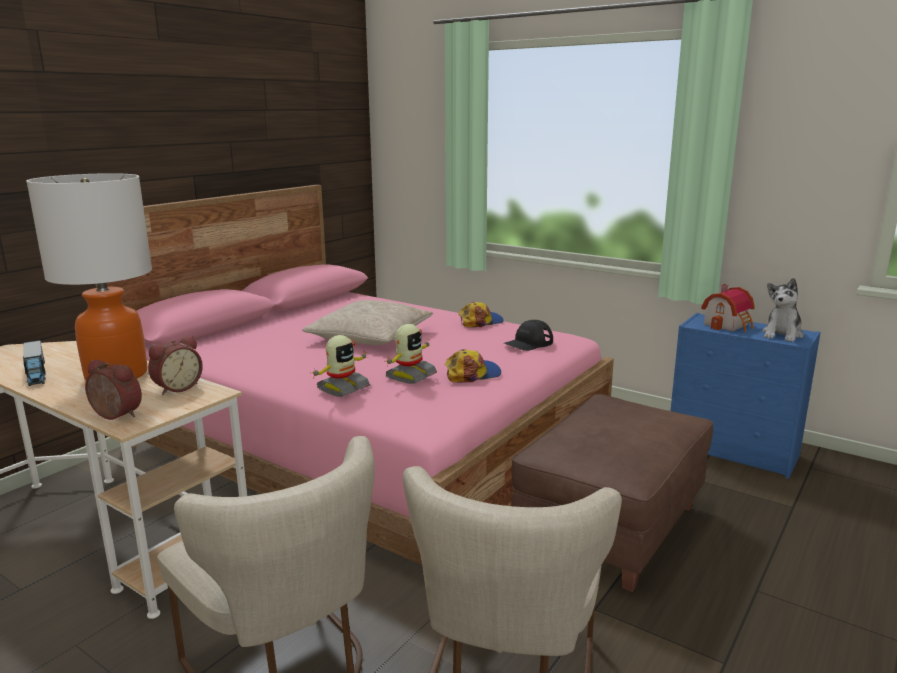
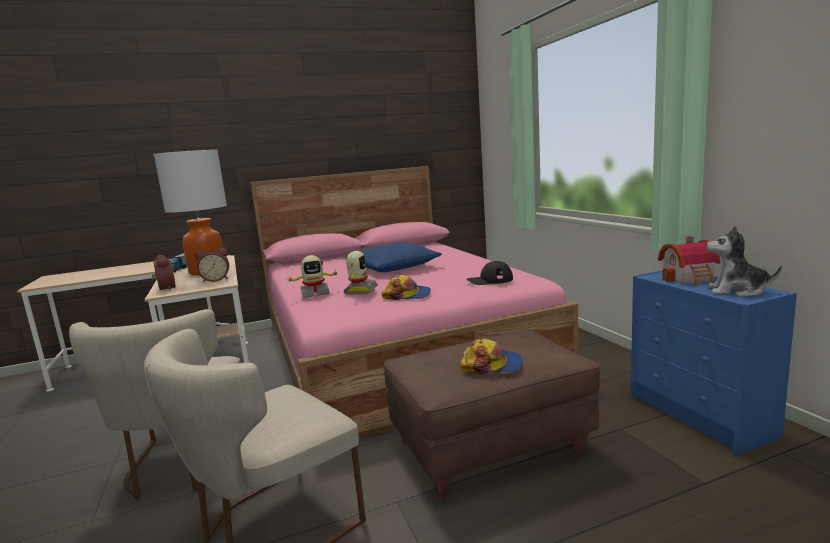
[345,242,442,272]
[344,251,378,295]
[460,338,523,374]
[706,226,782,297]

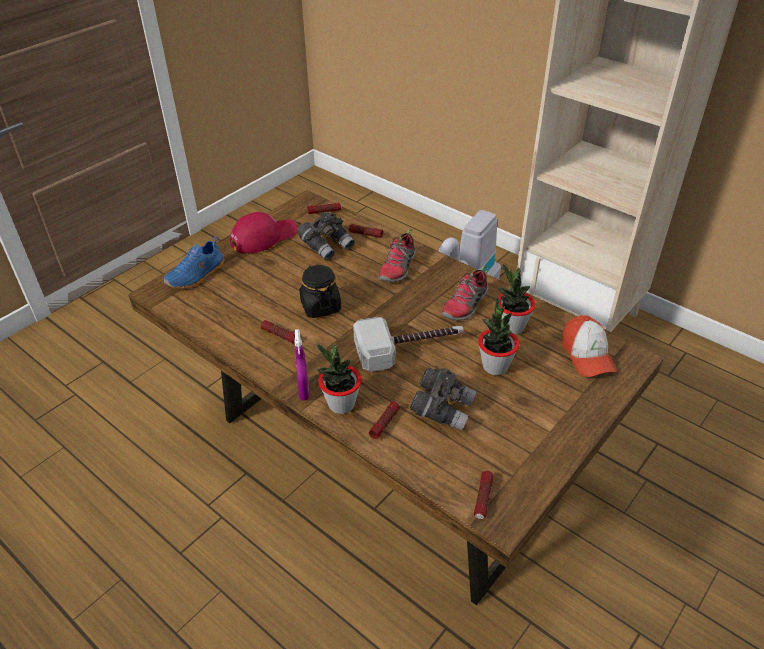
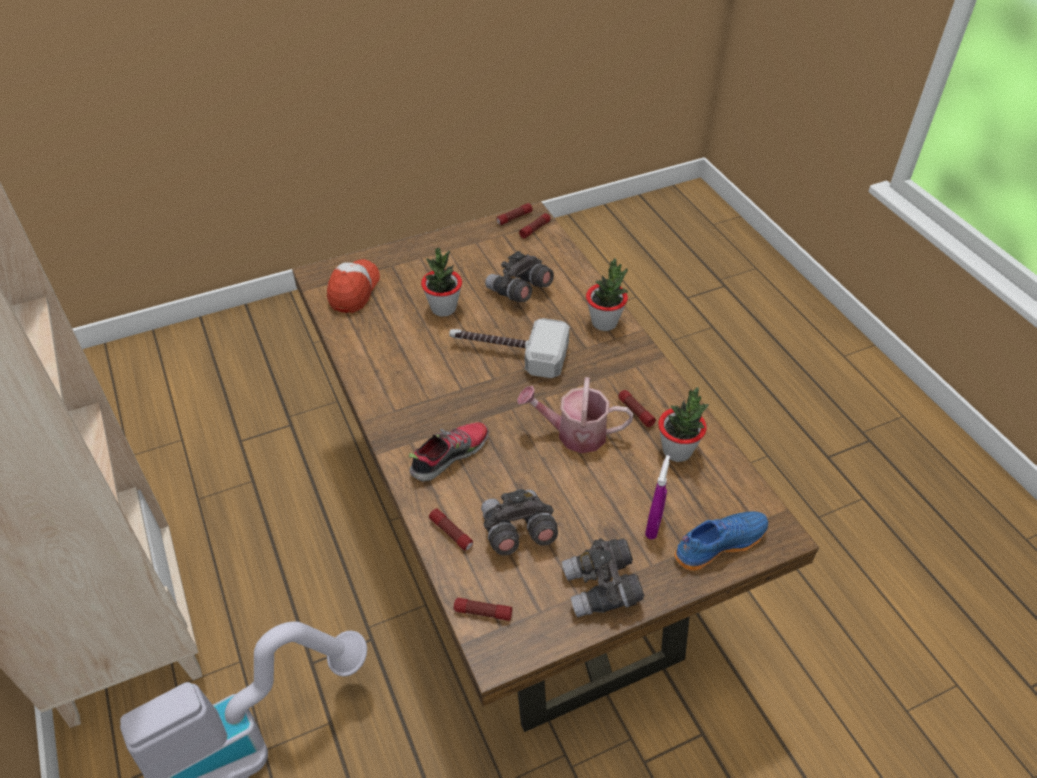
[562,538,645,618]
[645,455,670,539]
[517,377,633,453]
[497,203,533,225]
[441,266,488,321] (first image)
[658,387,709,462]

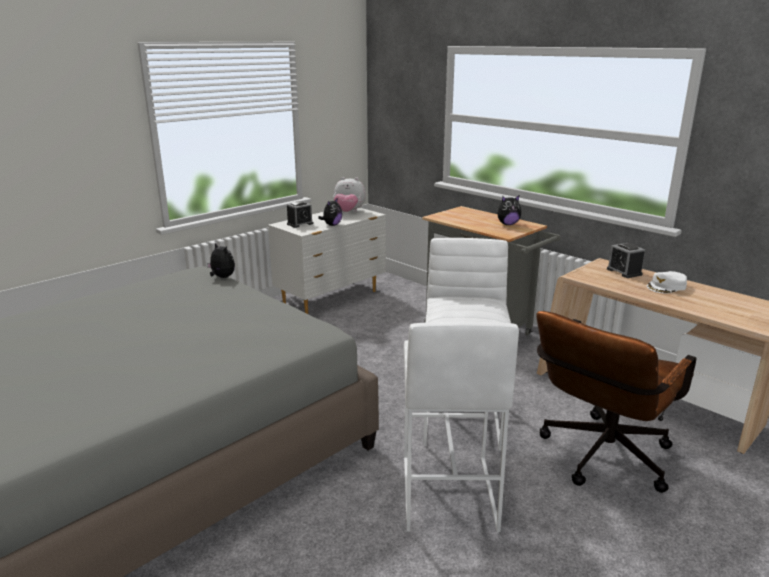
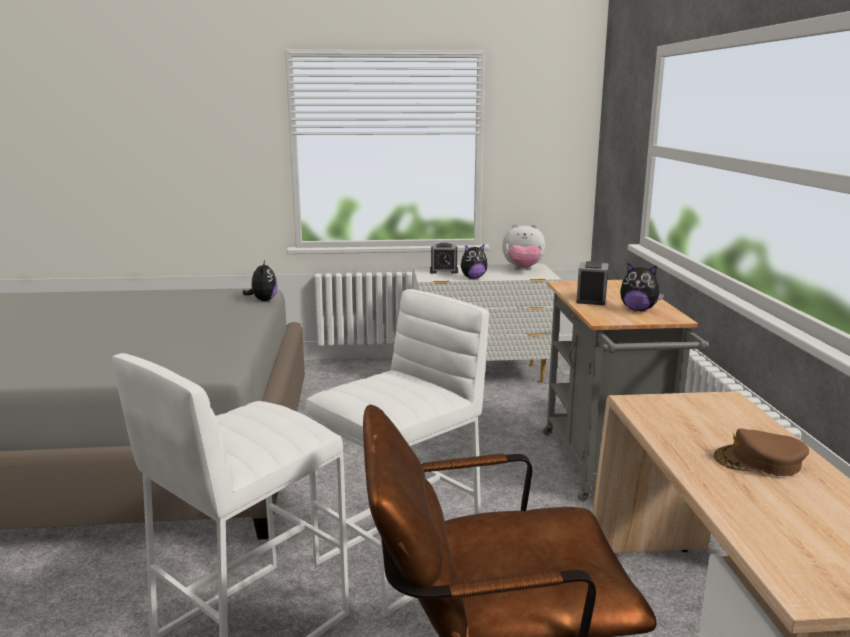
[502,224,545,269]
[576,261,609,305]
[714,428,809,476]

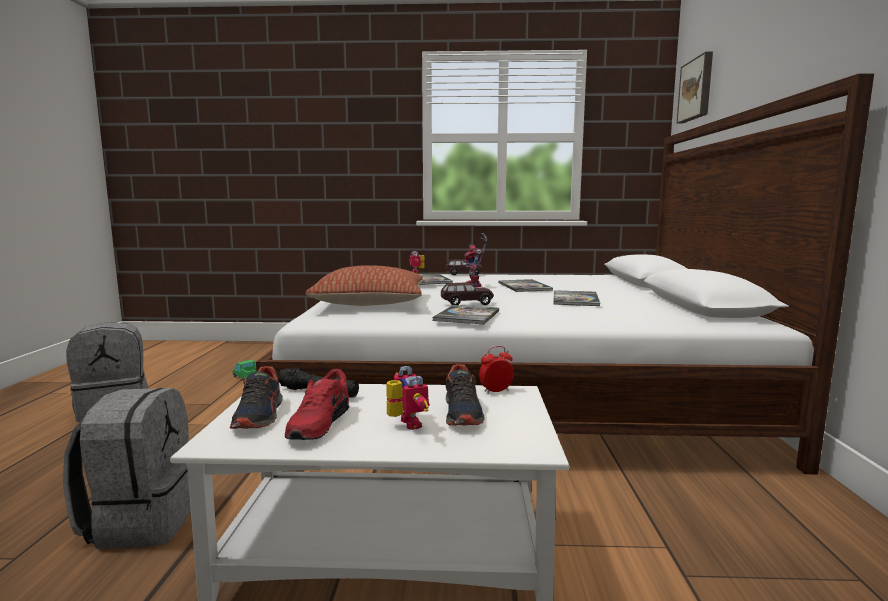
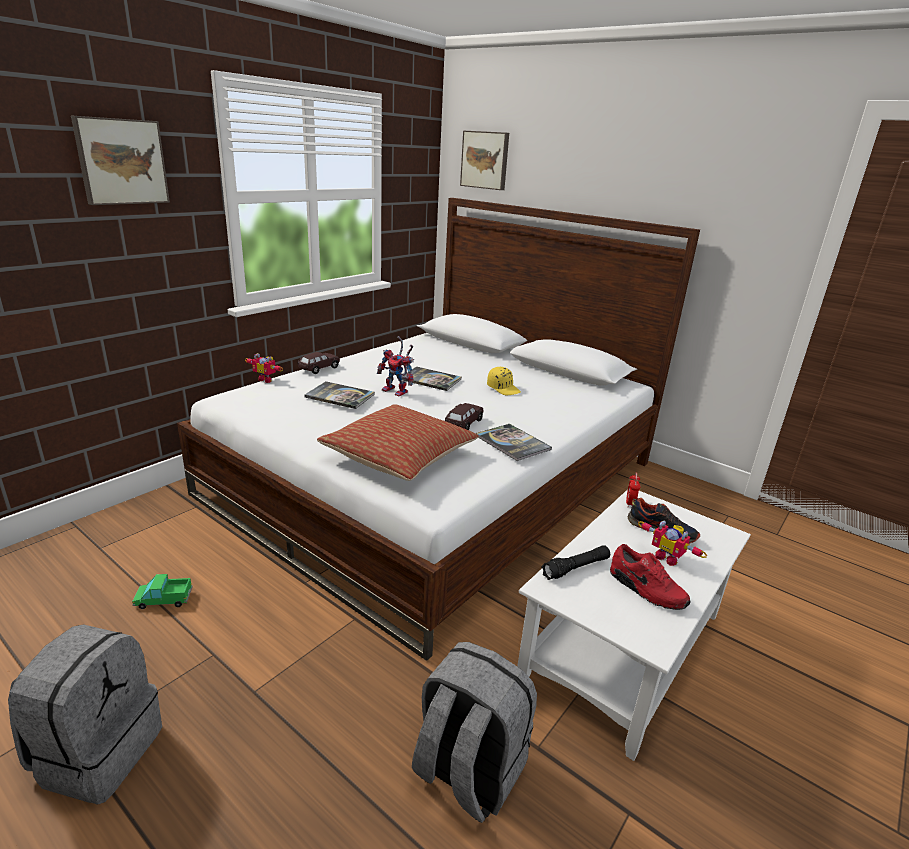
[230,366,283,429] (first image)
[638,521,707,566]
[487,367,521,395]
[71,116,170,205]

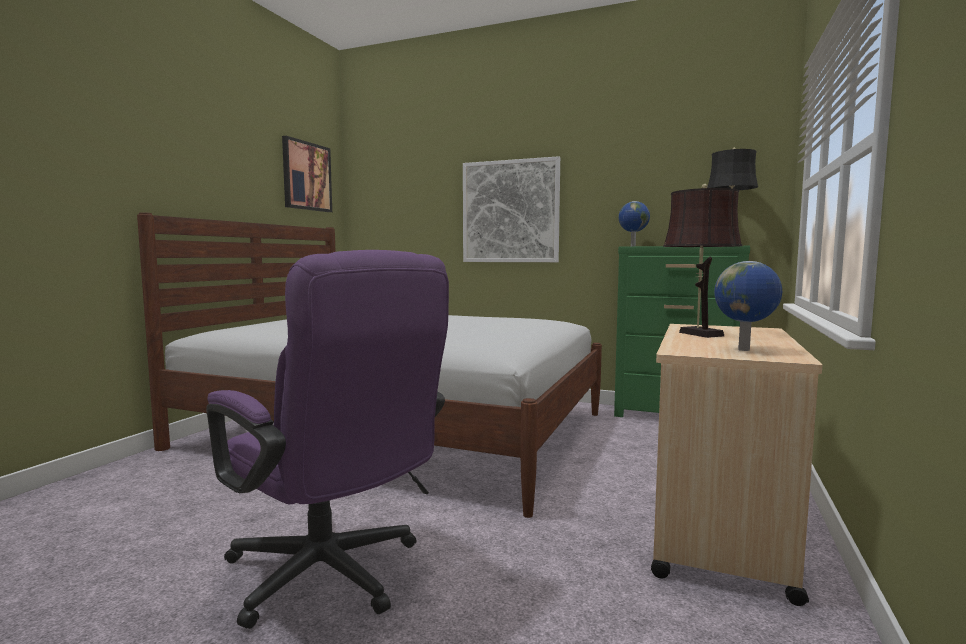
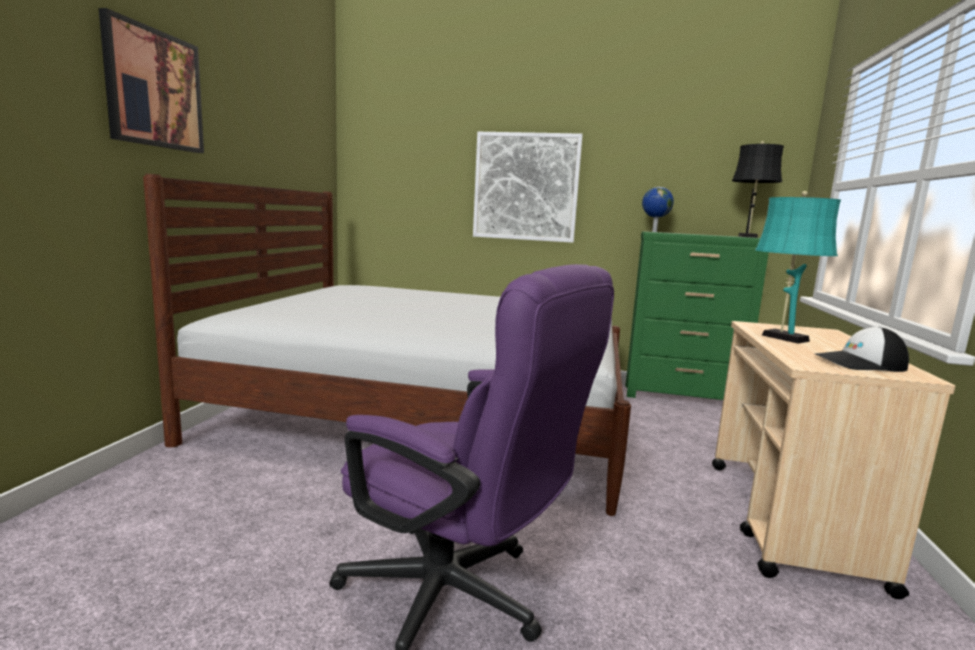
[99,8,204,153]
[755,191,841,343]
[815,327,909,372]

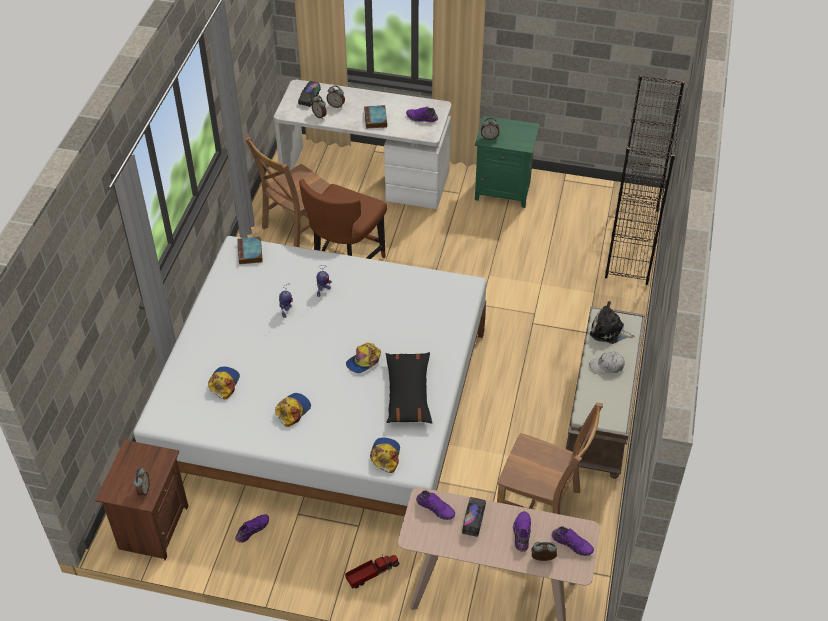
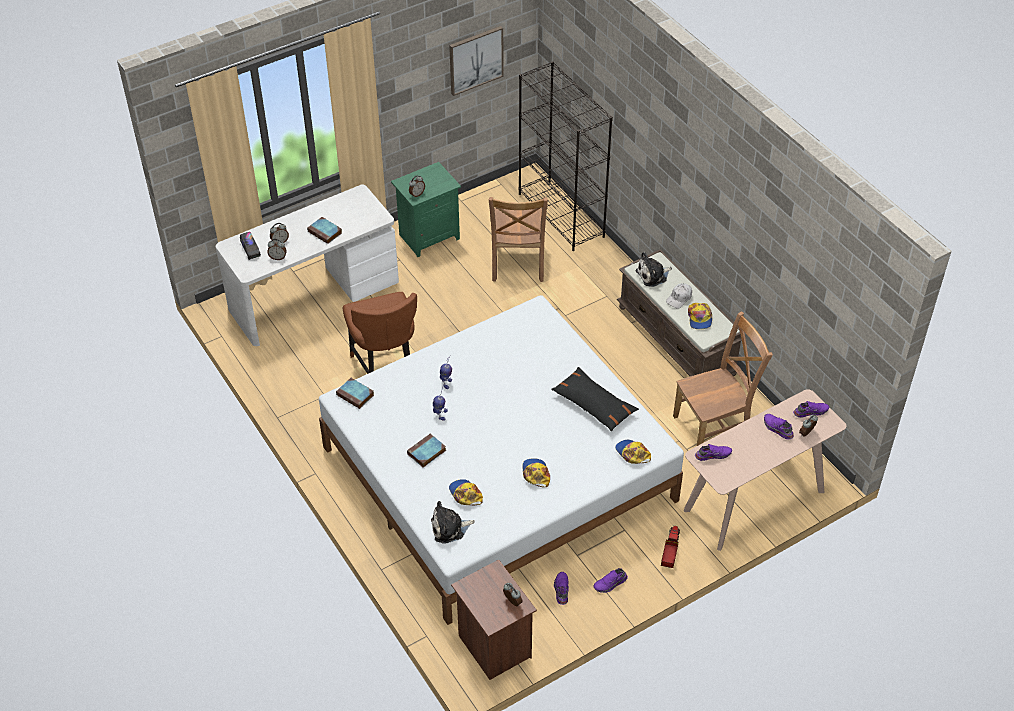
[489,197,548,282]
[688,303,712,329]
[593,568,628,593]
[462,497,486,537] (first image)
[407,434,446,468]
[431,501,475,544]
[449,26,504,96]

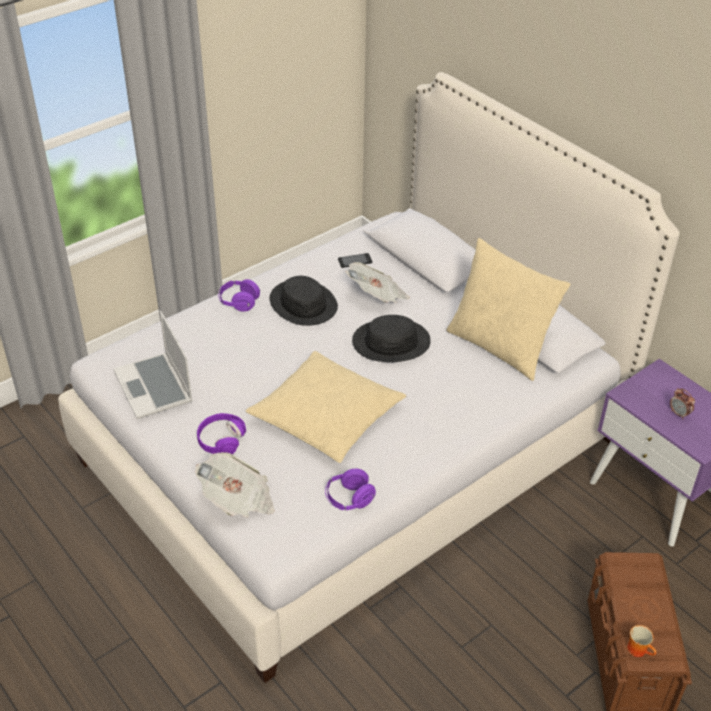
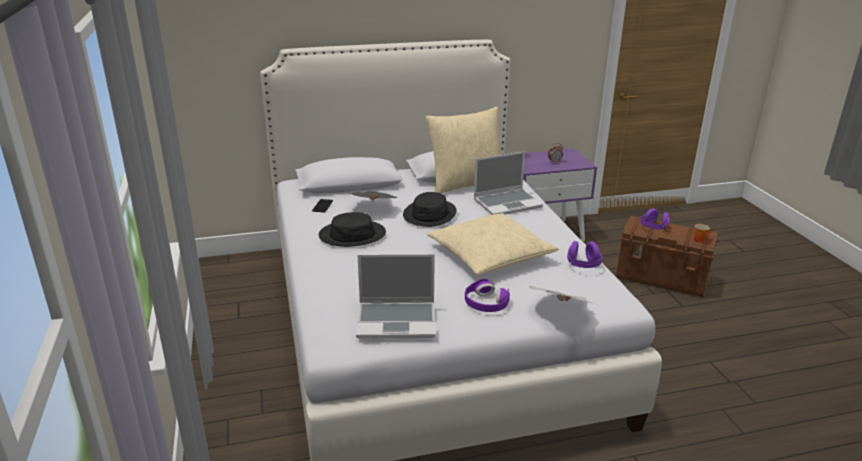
[640,208,670,230]
[474,151,543,215]

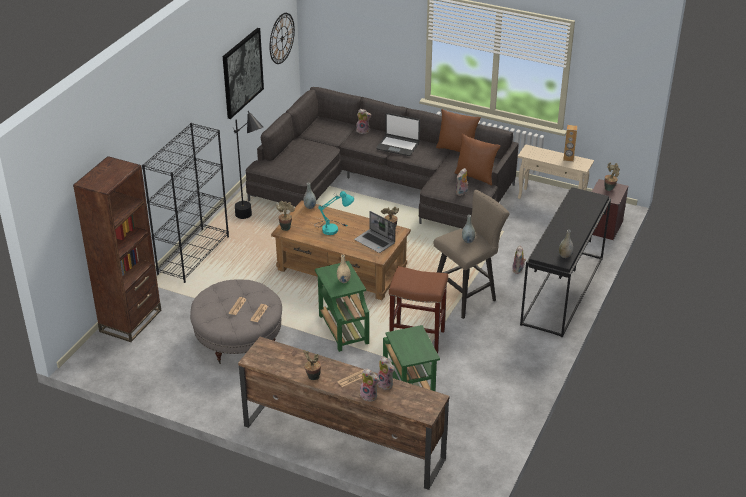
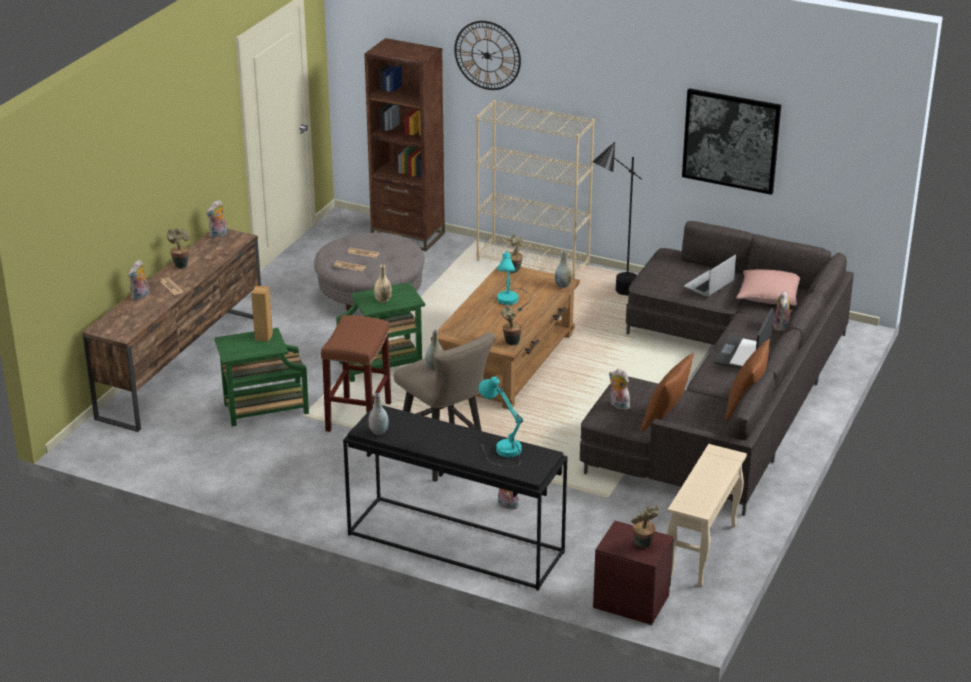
[476,100,595,279]
[454,21,521,90]
[684,255,736,297]
[206,200,227,238]
[251,286,273,342]
[478,377,523,467]
[736,269,800,306]

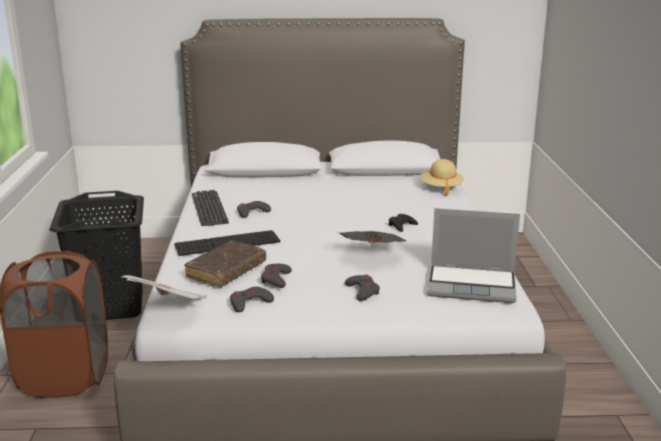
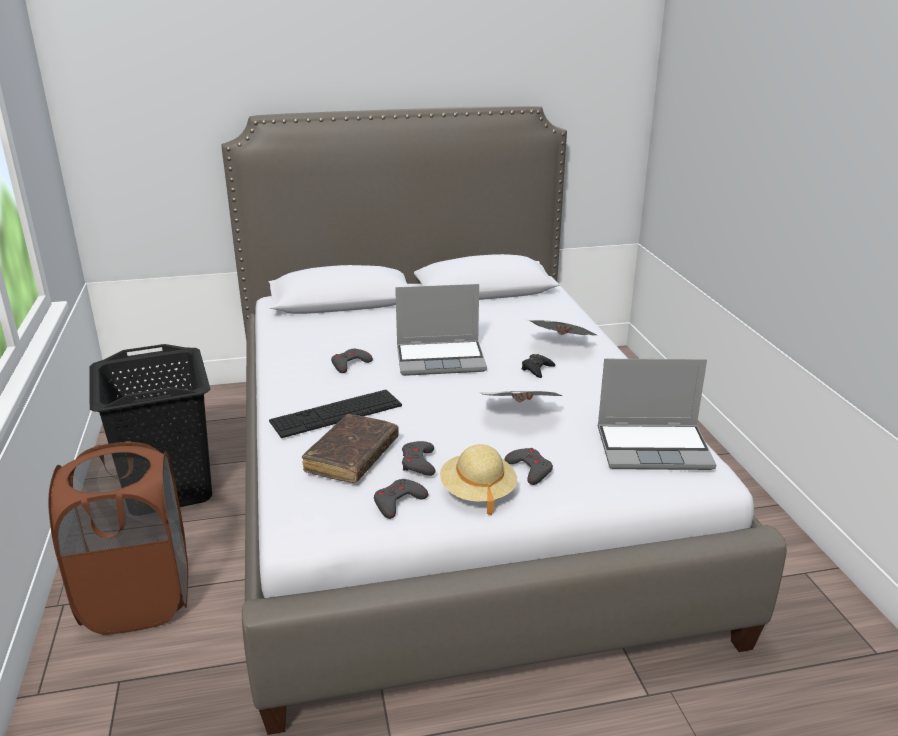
[528,320,598,336]
[192,190,229,226] (first image)
[440,444,517,515]
[395,284,487,376]

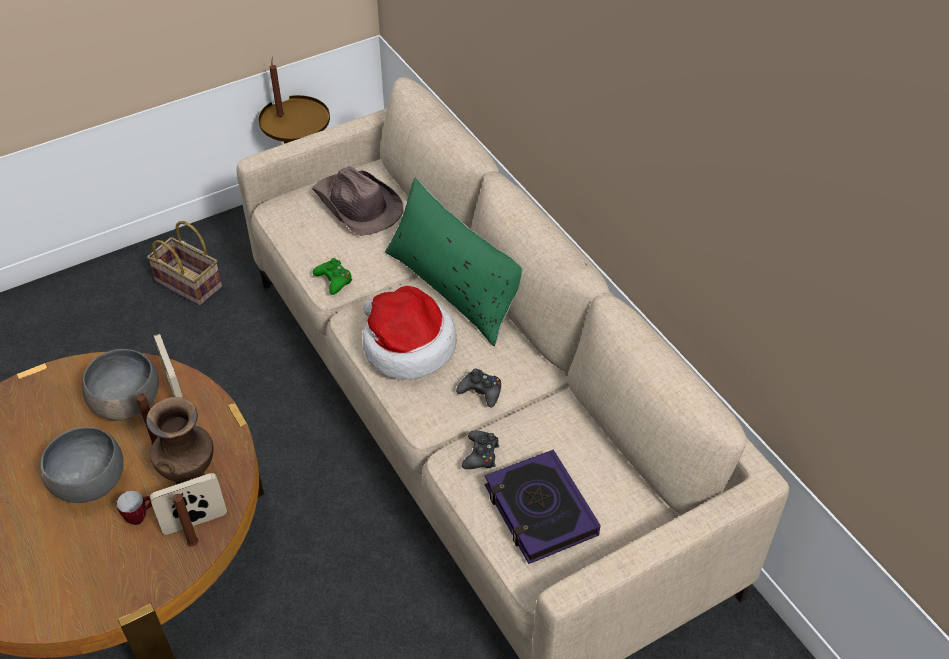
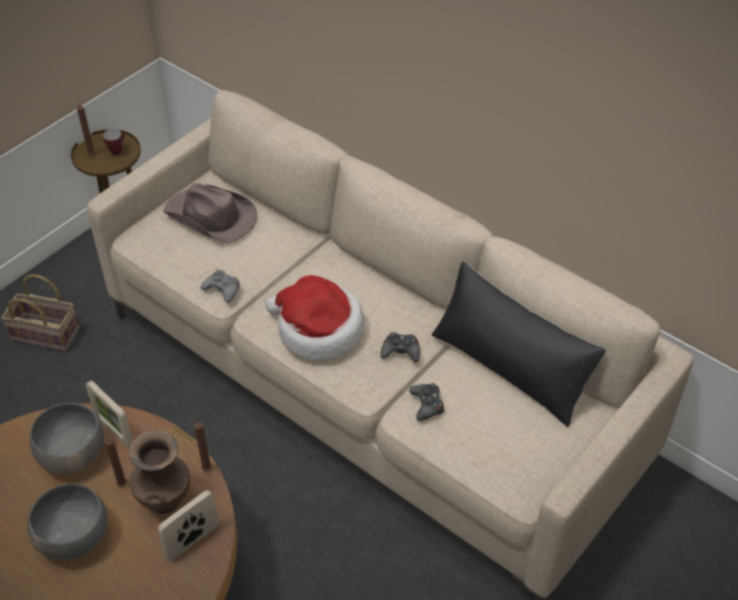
[103,129,125,155]
[194,422,212,471]
[201,269,240,303]
[385,177,522,346] (first image)
[485,450,601,564] (first image)
[432,261,606,427]

